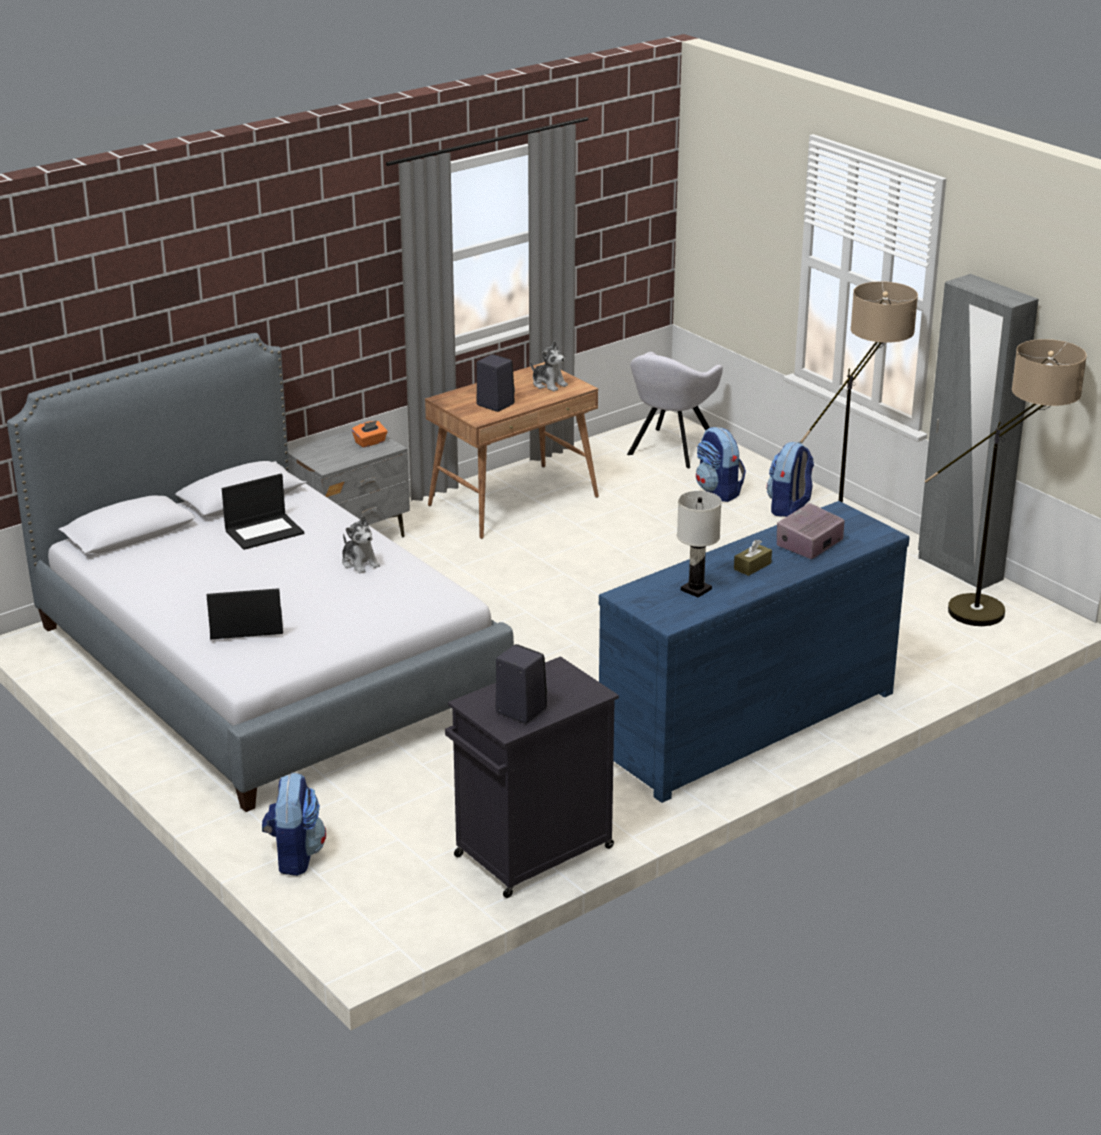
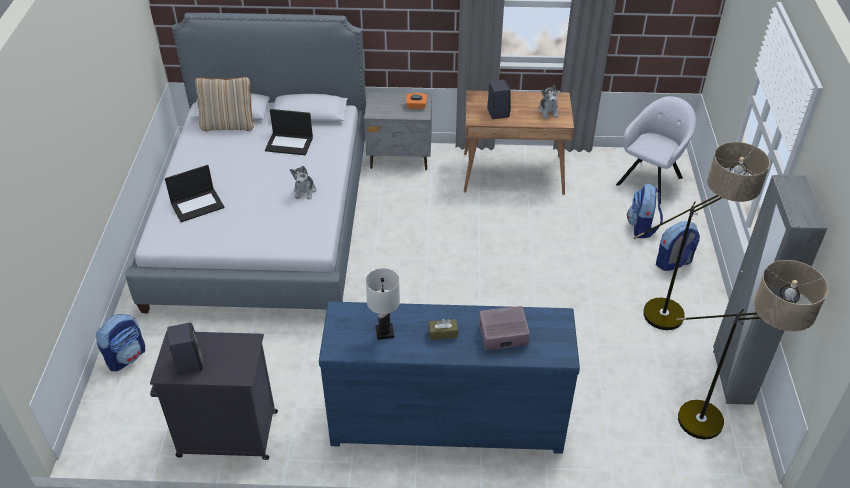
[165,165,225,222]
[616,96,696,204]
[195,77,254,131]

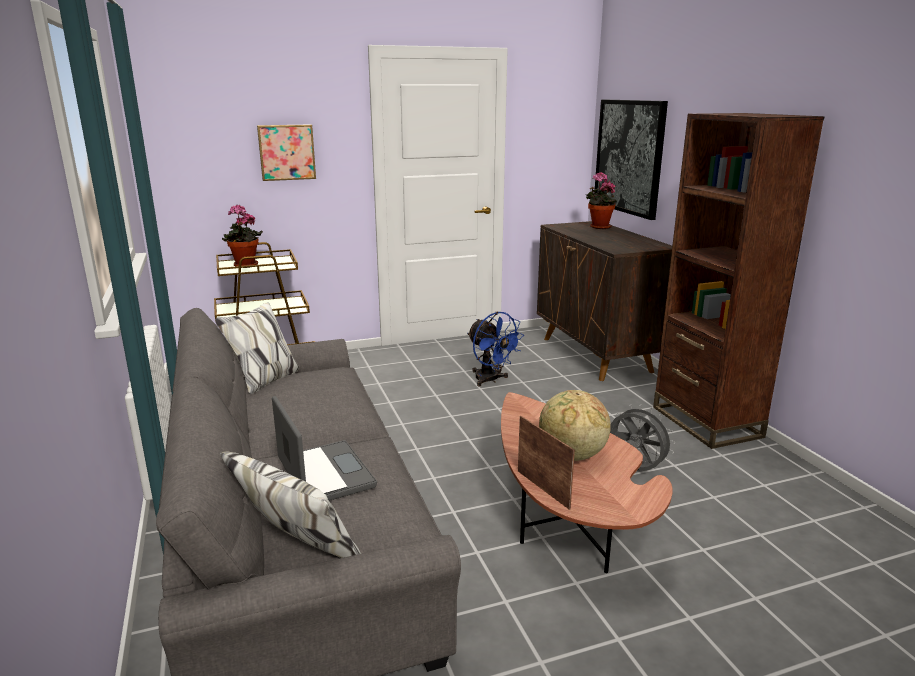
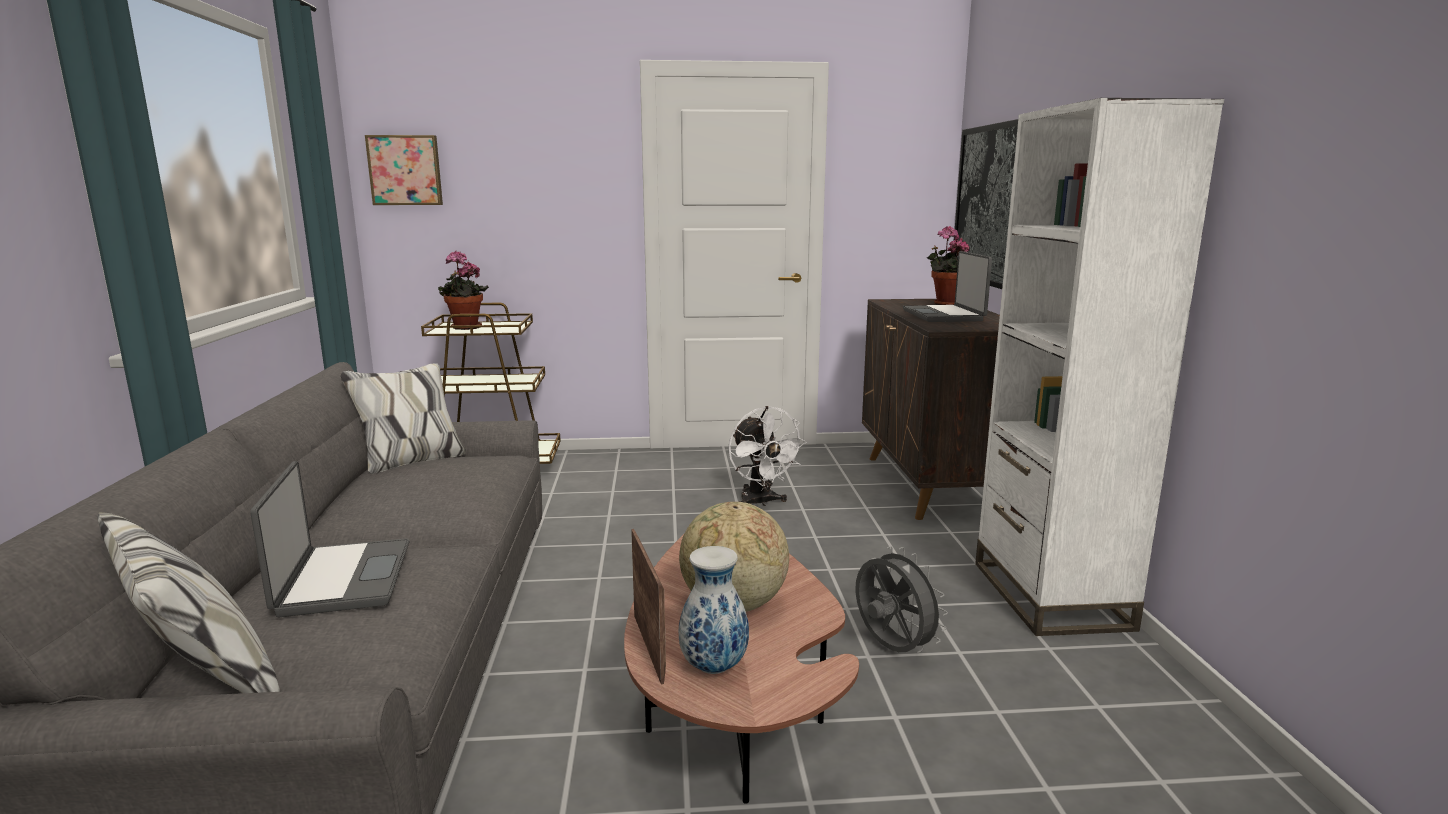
[365,135,443,205]
[728,406,807,506]
[975,98,1224,636]
[679,546,749,674]
[903,251,992,322]

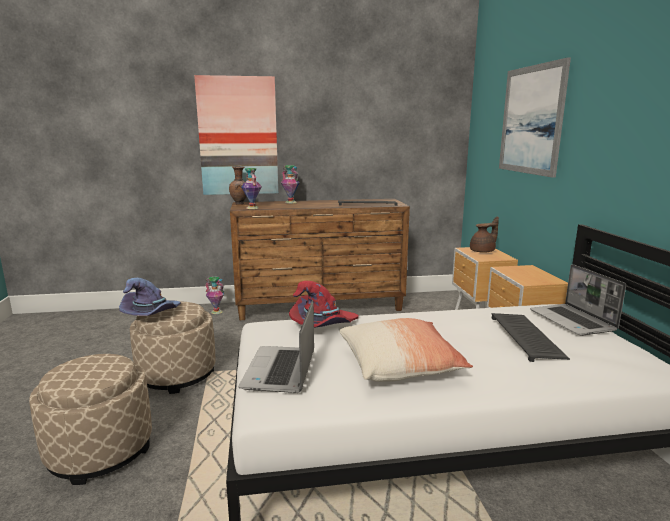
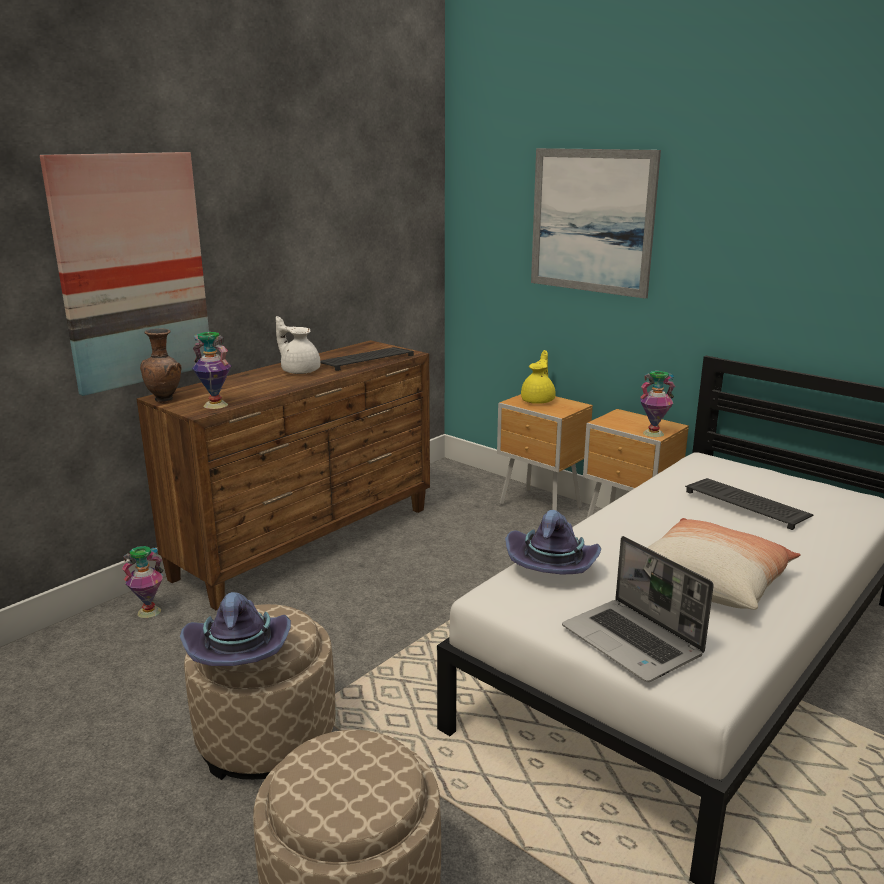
[641,371,675,437]
[505,510,601,575]
[521,350,556,404]
[530,264,626,336] (first image)
[276,316,321,374]

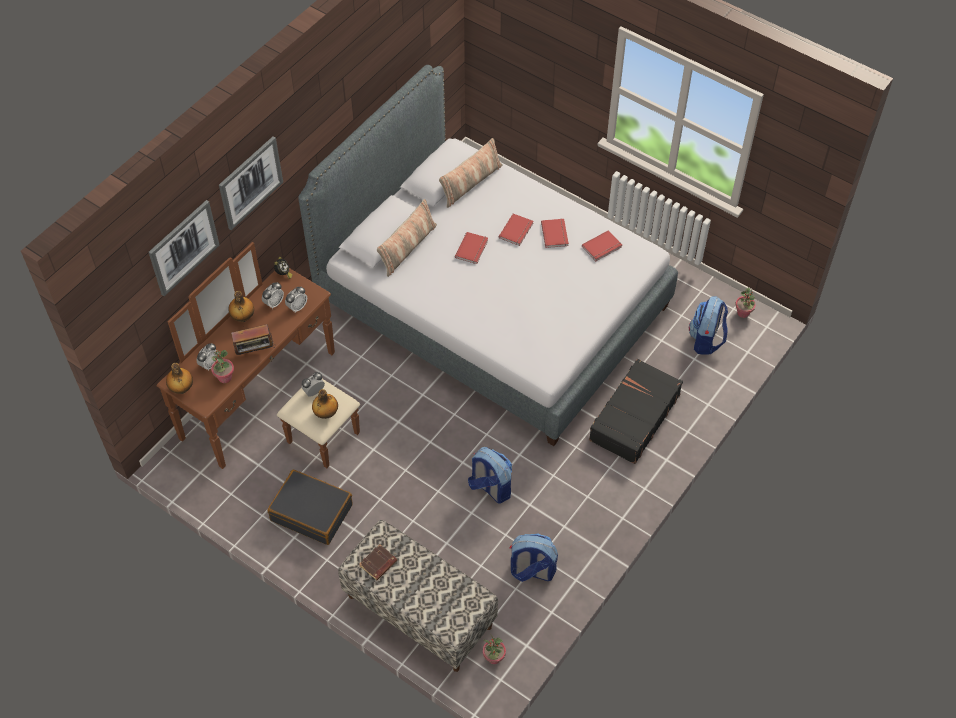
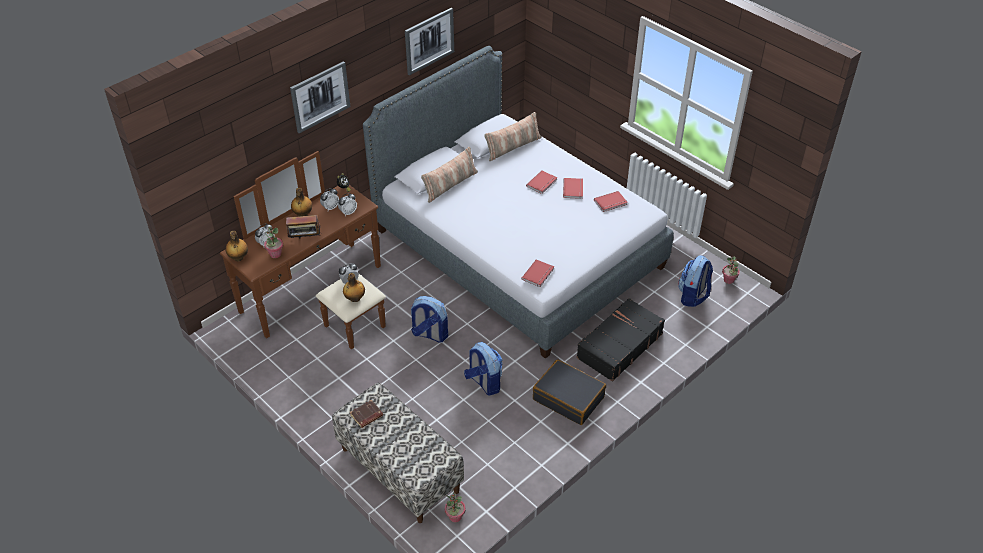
[405,8,454,75]
[533,359,606,425]
[521,259,554,287]
[410,296,448,343]

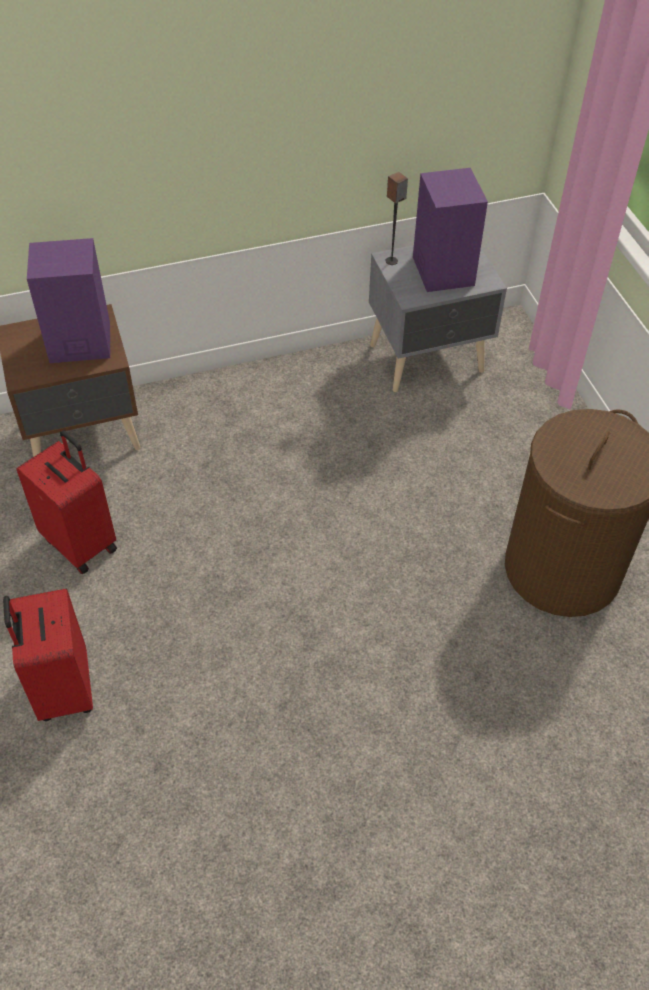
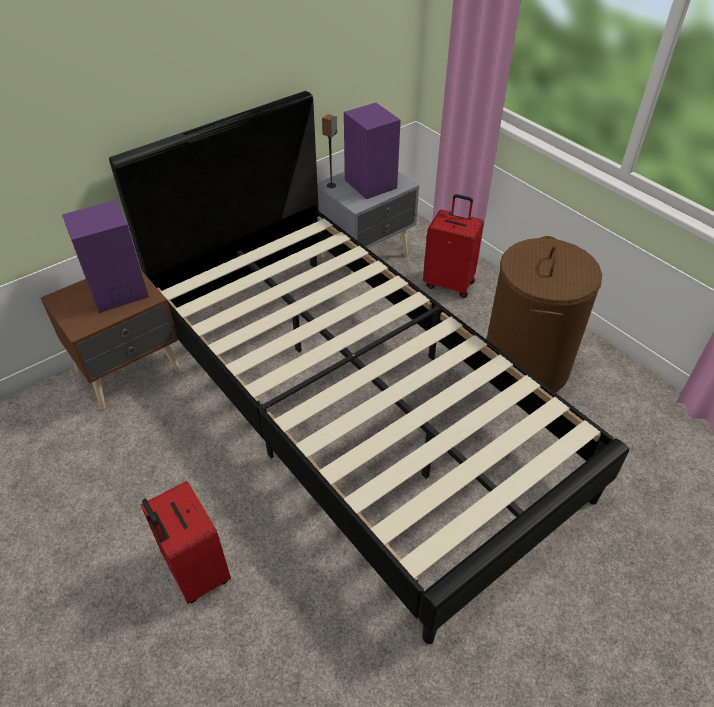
[423,194,484,298]
[109,91,629,644]

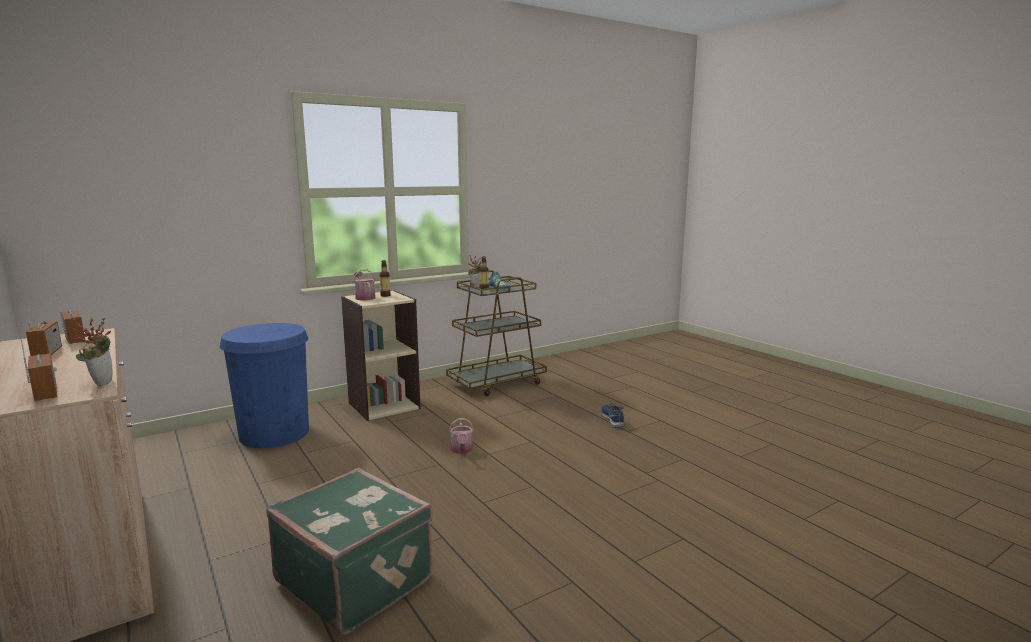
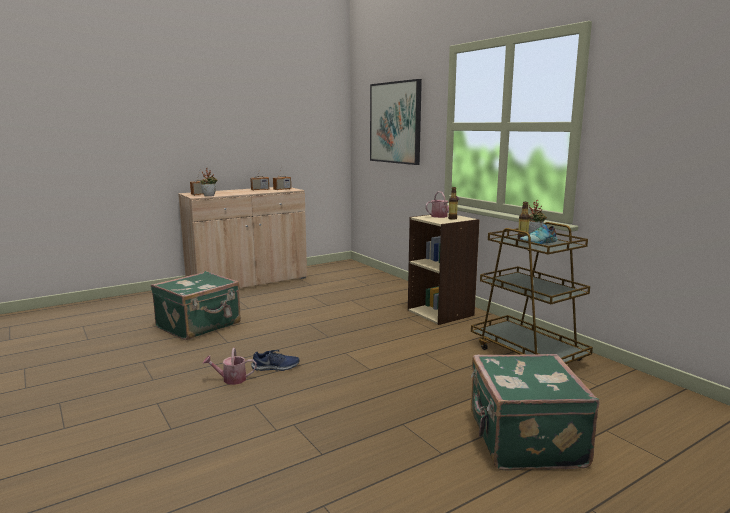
[220,323,309,448] (first image)
[203,348,257,385]
[251,350,300,371]
[370,79,422,165]
[471,354,599,471]

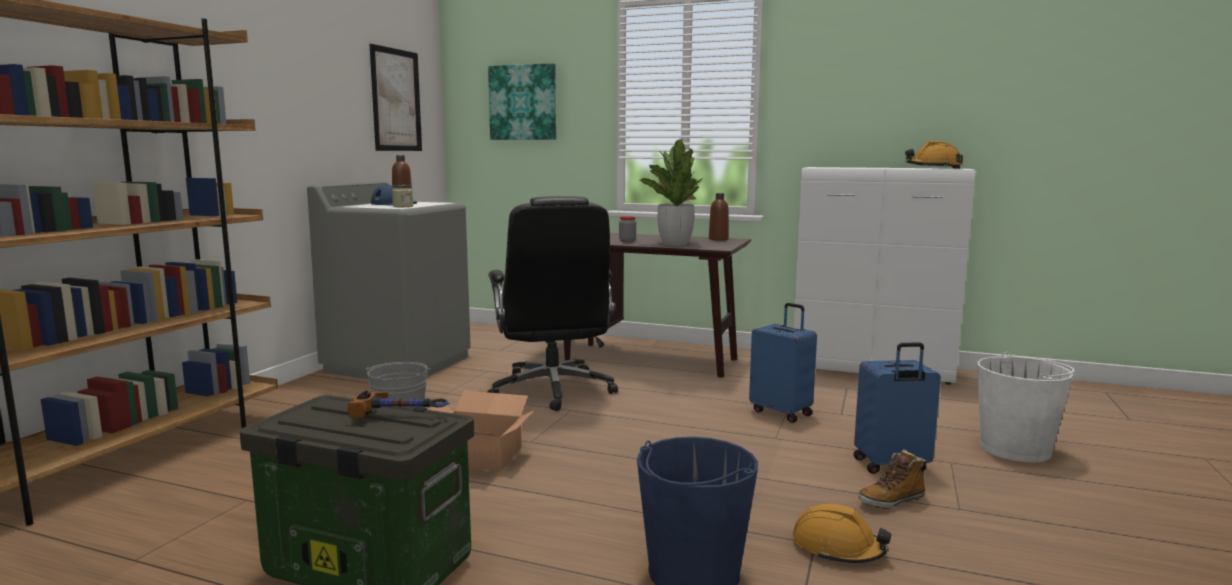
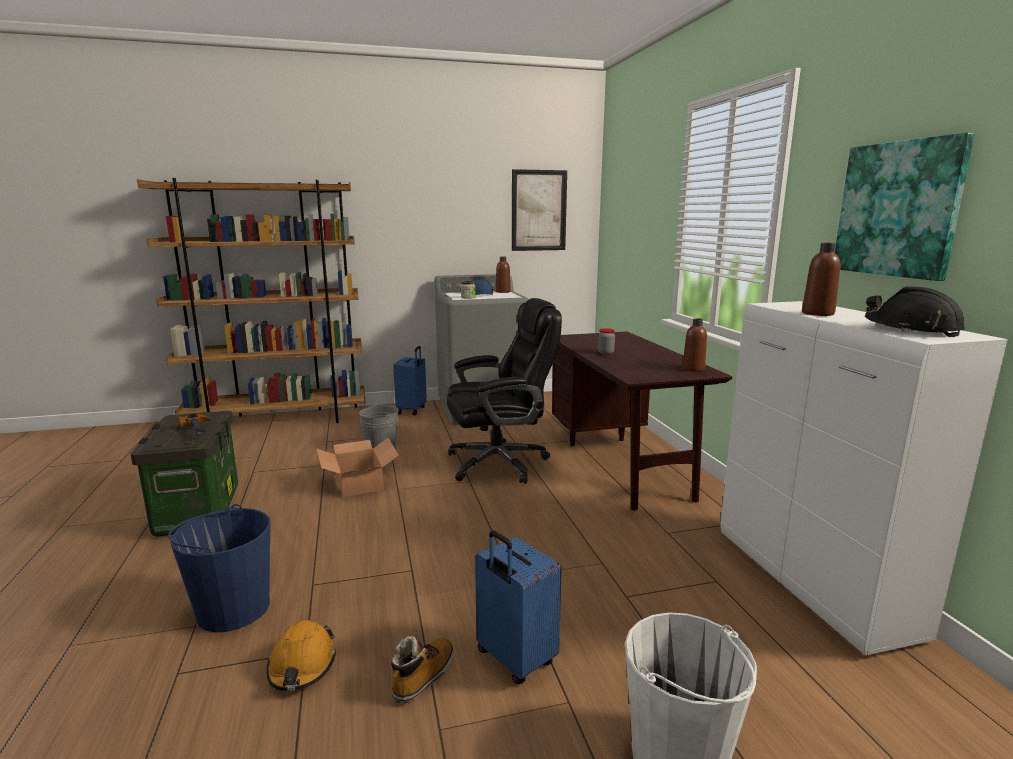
[447,298,562,484]
[835,132,975,281]
[639,139,703,246] (first image)
[393,346,427,415]
[391,636,453,704]
[865,286,965,337]
[802,243,840,316]

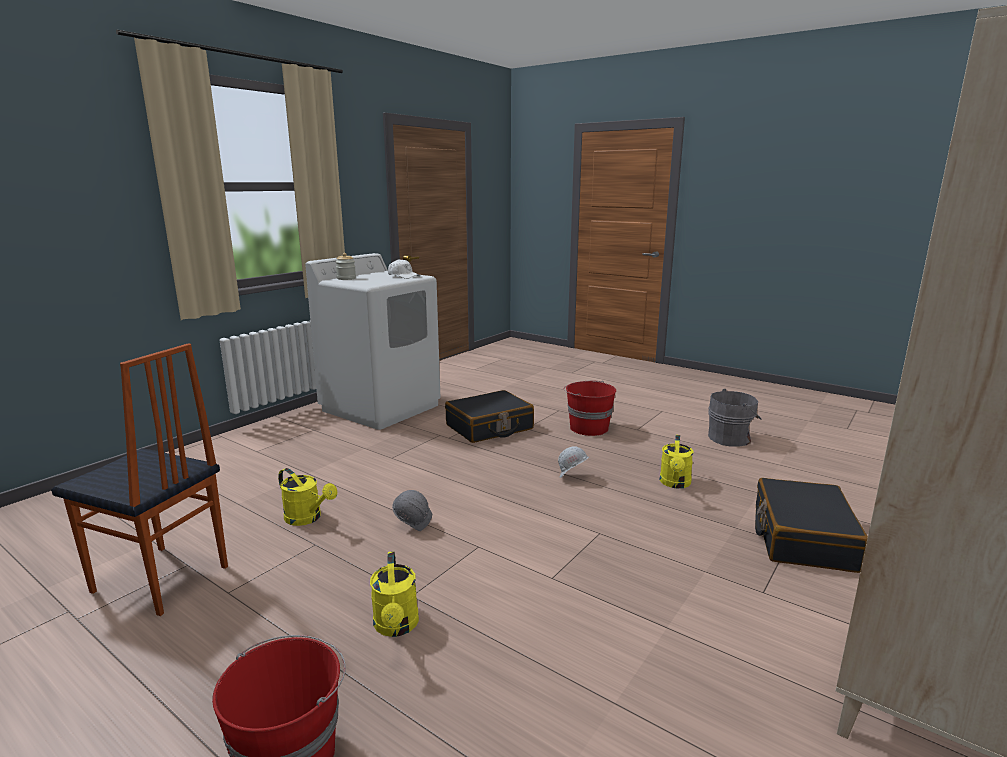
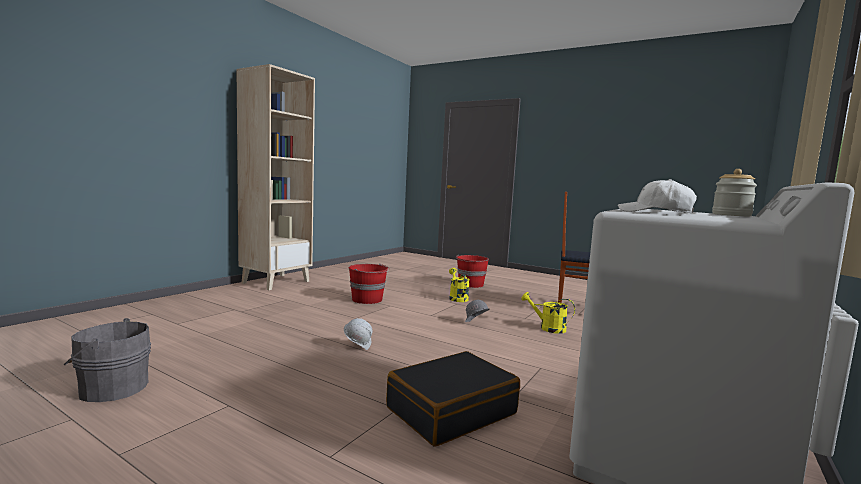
[349,264,390,304]
[660,435,693,488] (first image)
[755,478,868,573] (first image)

